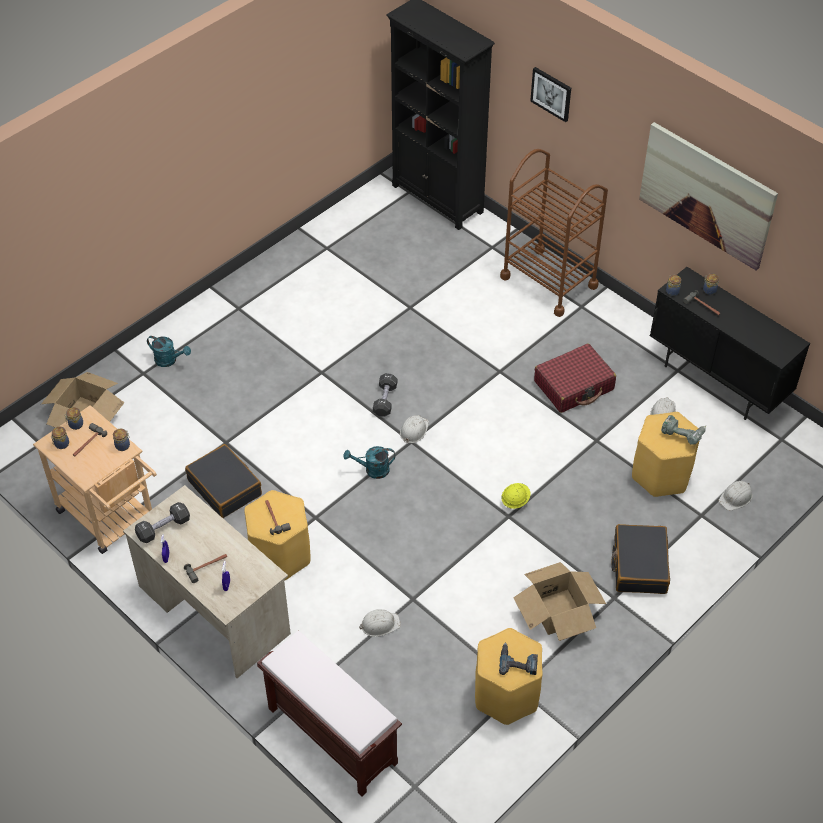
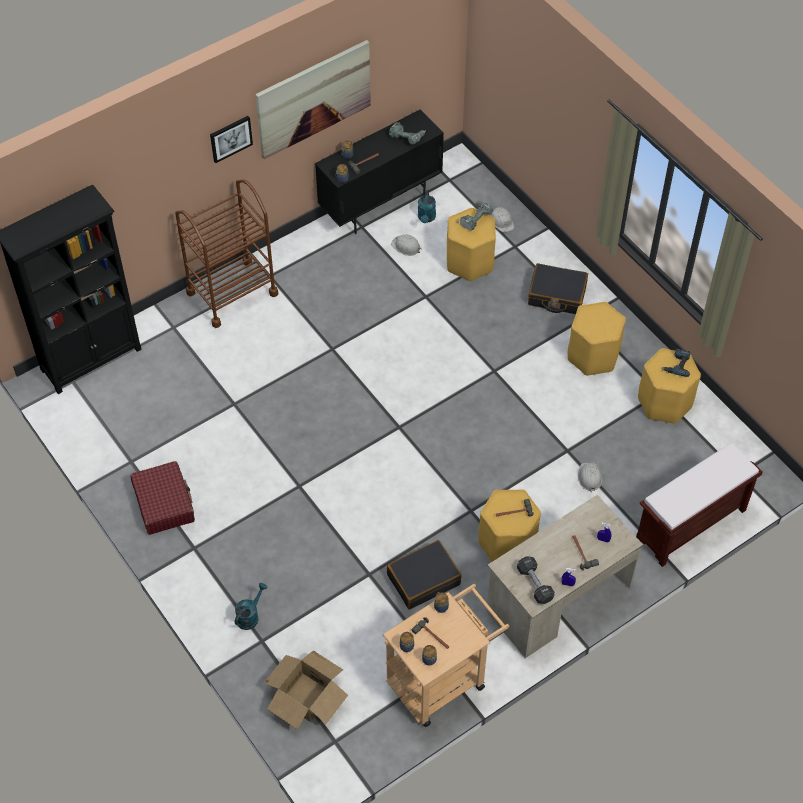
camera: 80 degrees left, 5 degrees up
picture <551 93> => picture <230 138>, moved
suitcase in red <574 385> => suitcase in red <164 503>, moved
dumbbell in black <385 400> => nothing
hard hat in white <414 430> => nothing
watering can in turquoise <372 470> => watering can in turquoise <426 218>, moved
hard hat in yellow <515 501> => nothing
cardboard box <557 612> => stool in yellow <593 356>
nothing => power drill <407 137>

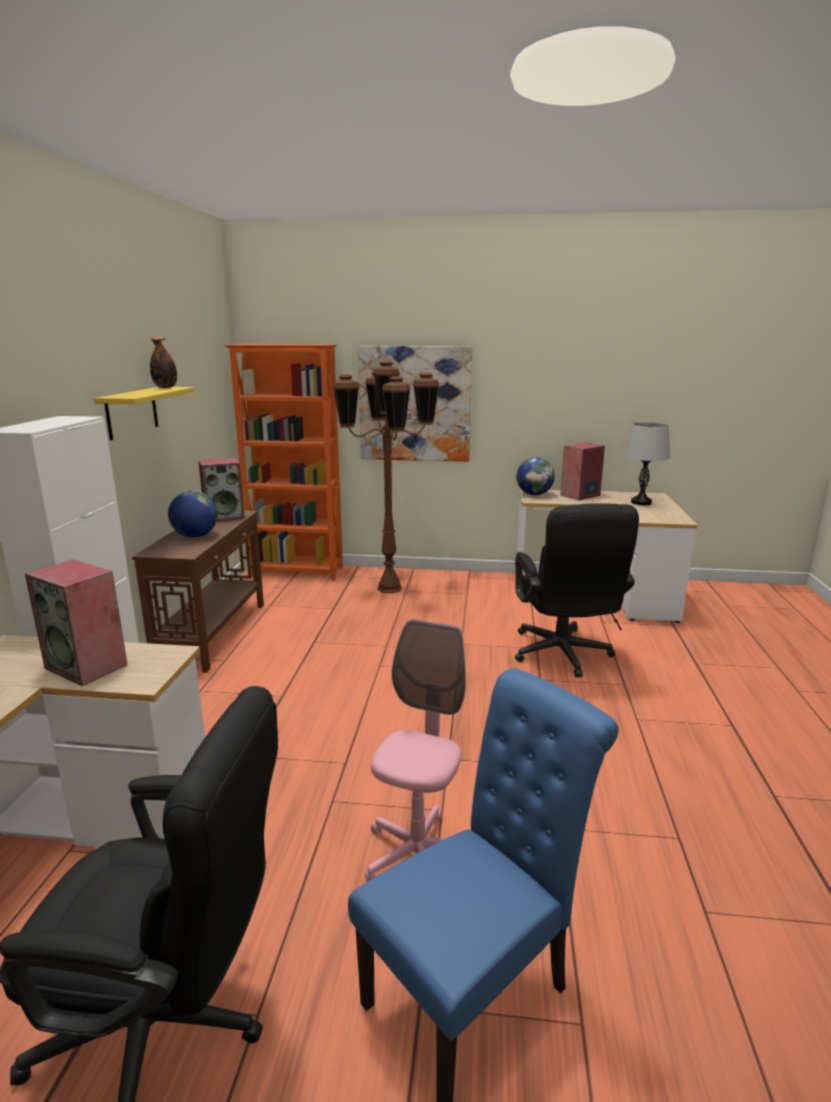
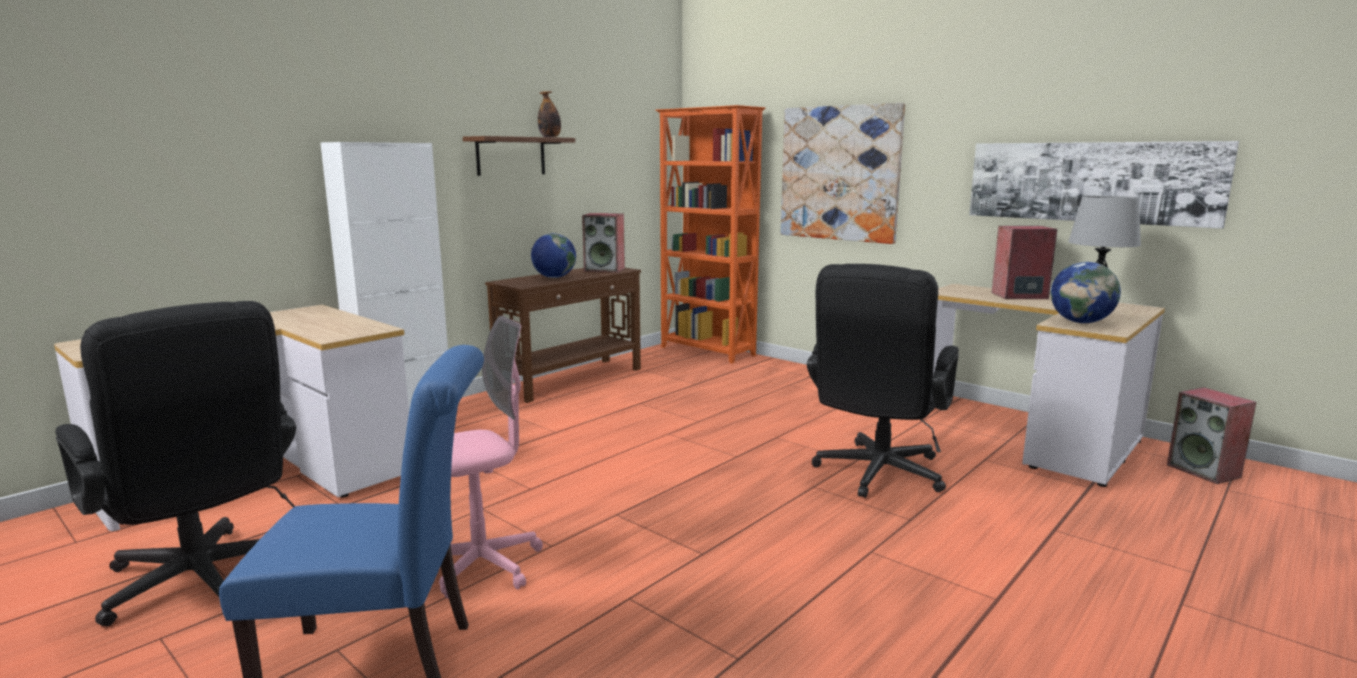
camera: 35 degrees right, 5 degrees down
floor lamp in brown <389 588> => nothing
shelf in yellow <132 412> => shelf in brown <511 156>
globe <534 494> => globe <1081 322>, moved
speaker <88 666> => speaker <1204 471>, moved
nothing => picture <1090 182>

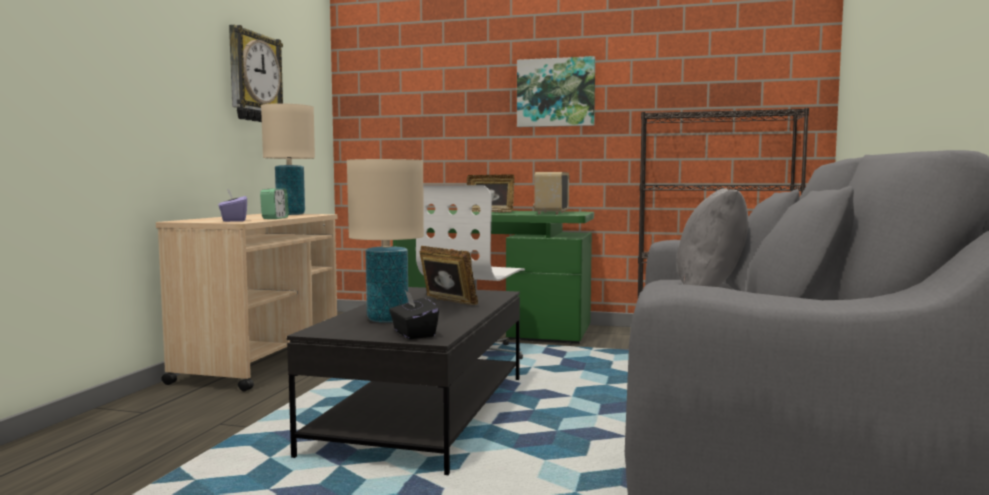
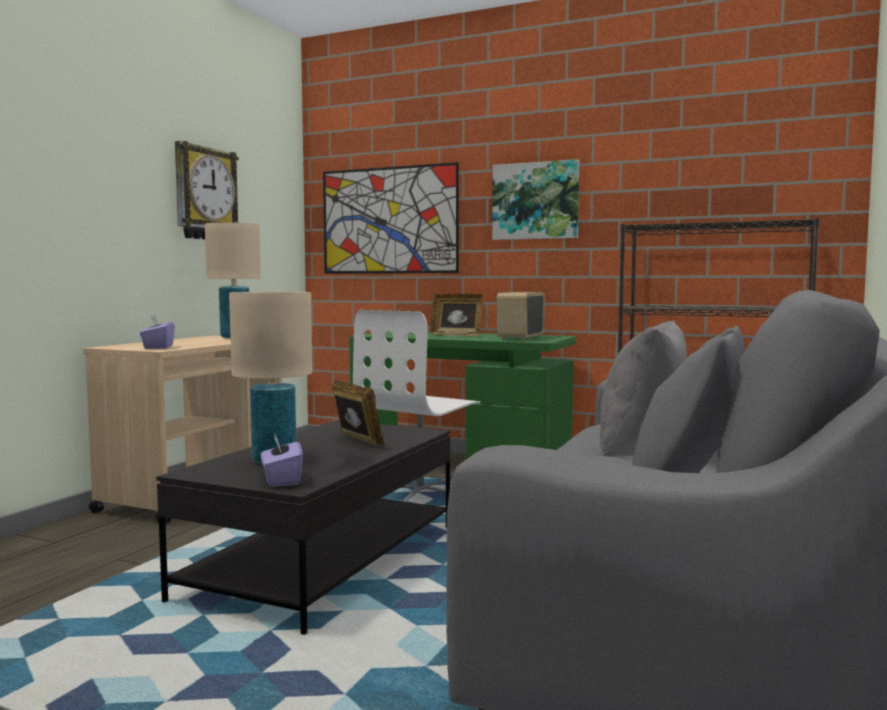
camera: 10 degrees right, 0 degrees up
alarm clock <275 218> => nothing
tissue box in black <413 334> => tissue box in purple <281 480>
nothing => picture <389 220>

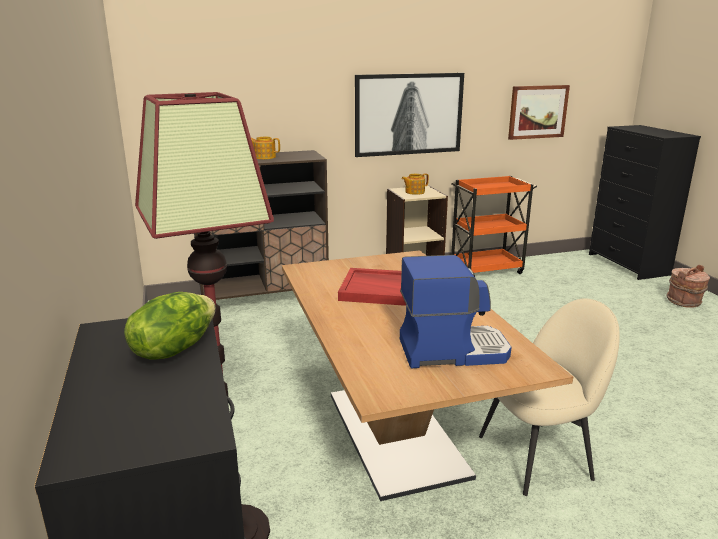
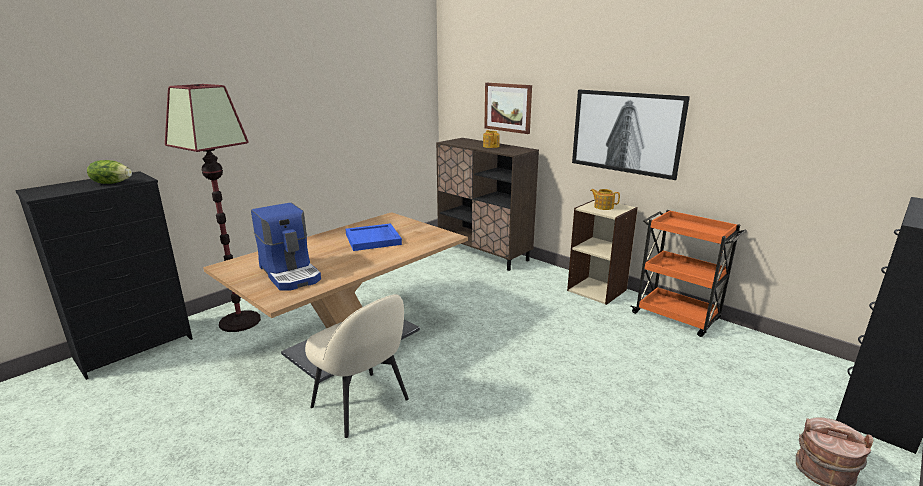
camera: 60 degrees right, 0 degrees up
picture <537 112> => picture <508 107>, moved
tray in red <377 289> => tray in blue <373 239>

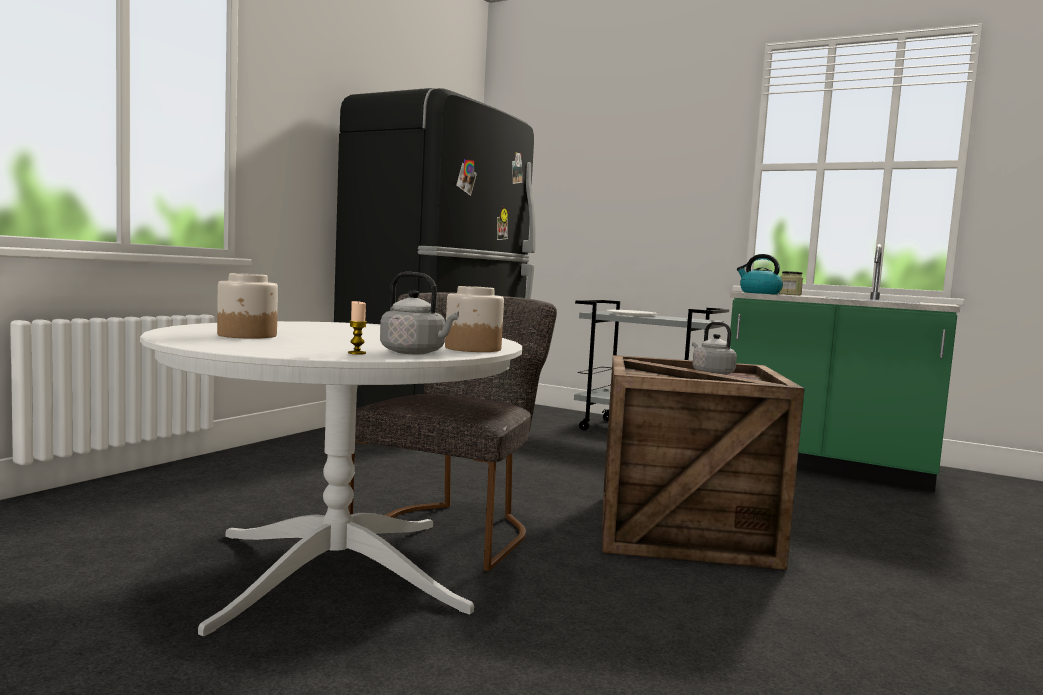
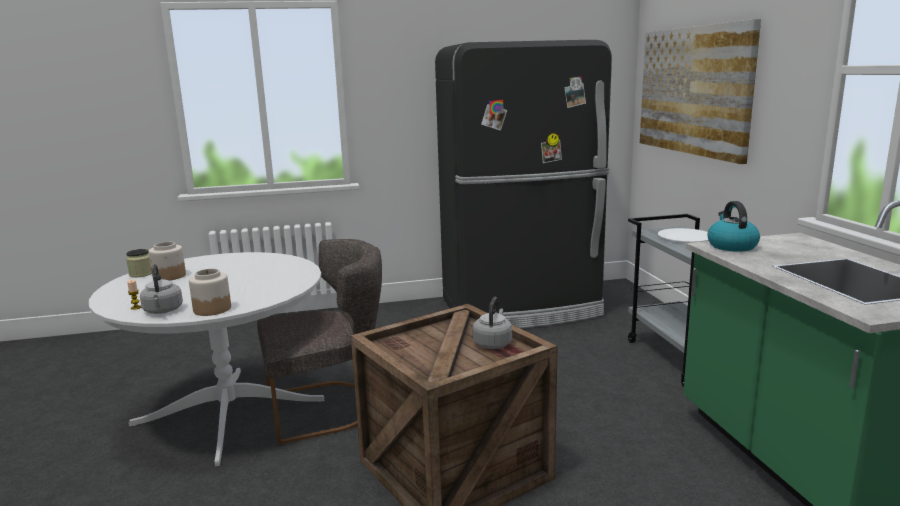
camera: 50 degrees right, 10 degrees up
jar <790 294> => jar <141 274>, moved
nothing => picture <693 90>

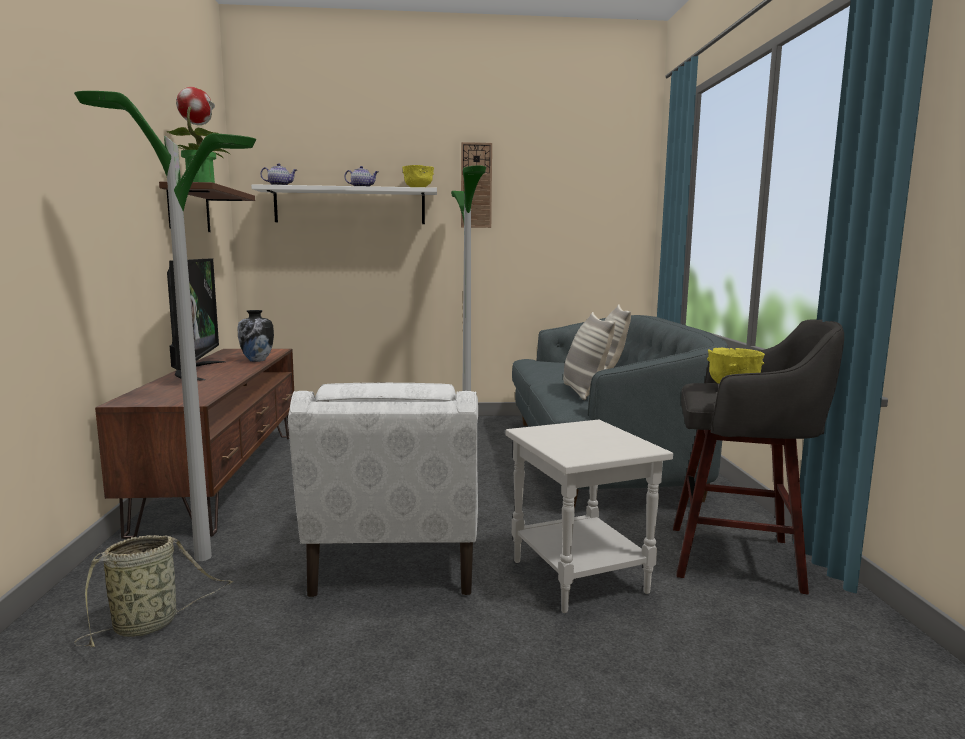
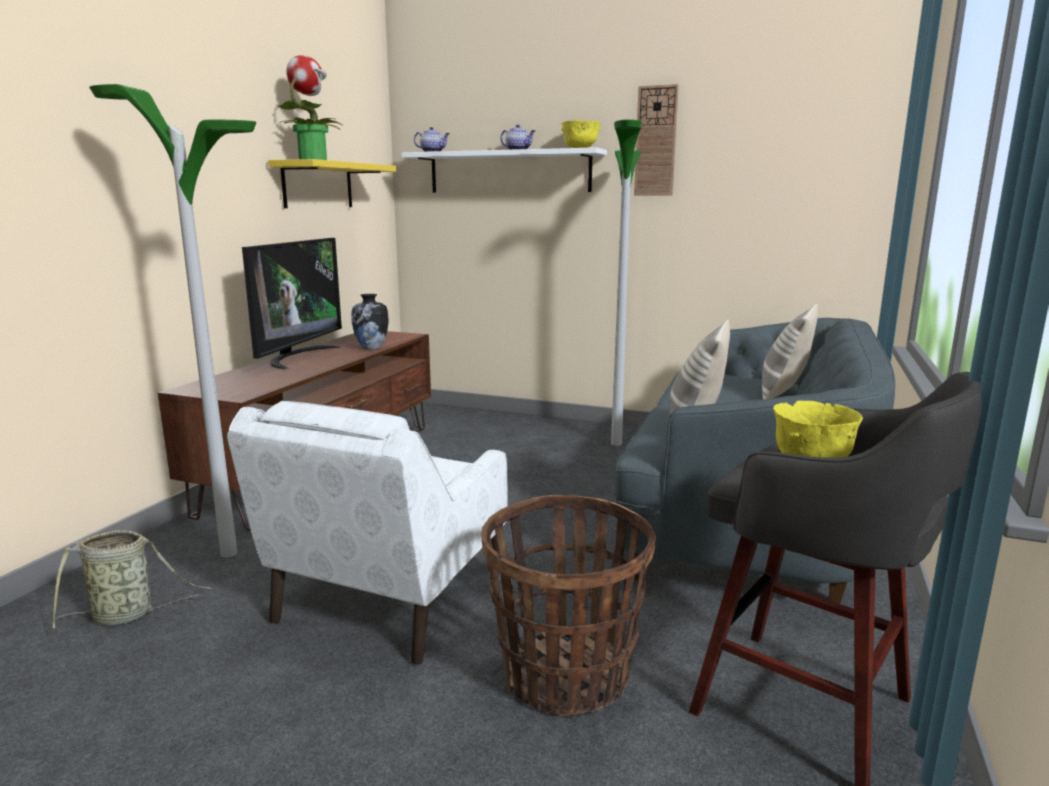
camera: 25 degrees right, 5 degrees up
shelf in brown <189 209> => shelf in yellow <318 185>
side table in white <581 577> => basket <565 676>

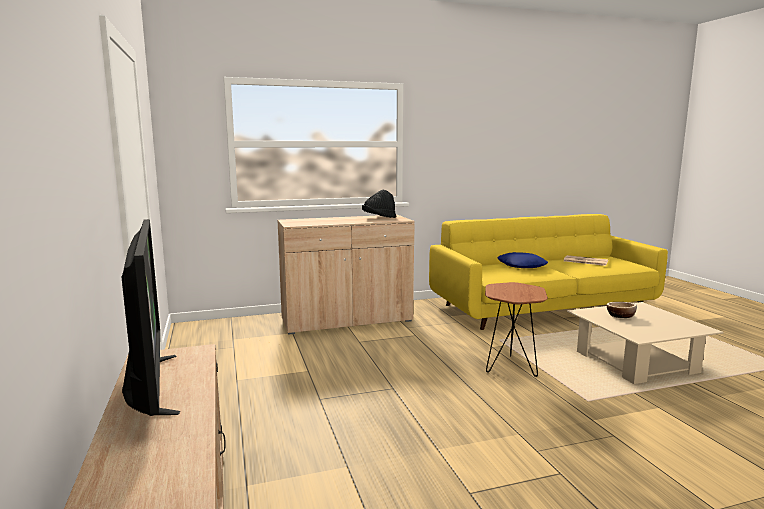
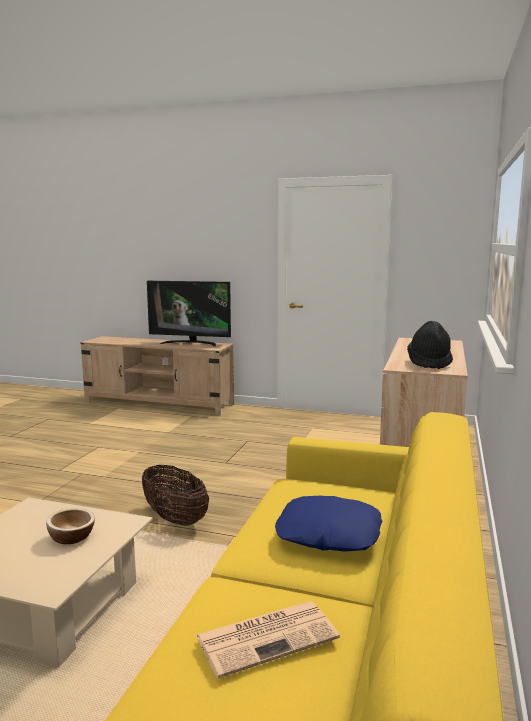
camera: 125 degrees right, 0 degrees up
side table in brown <511 369> => basket <175 519>

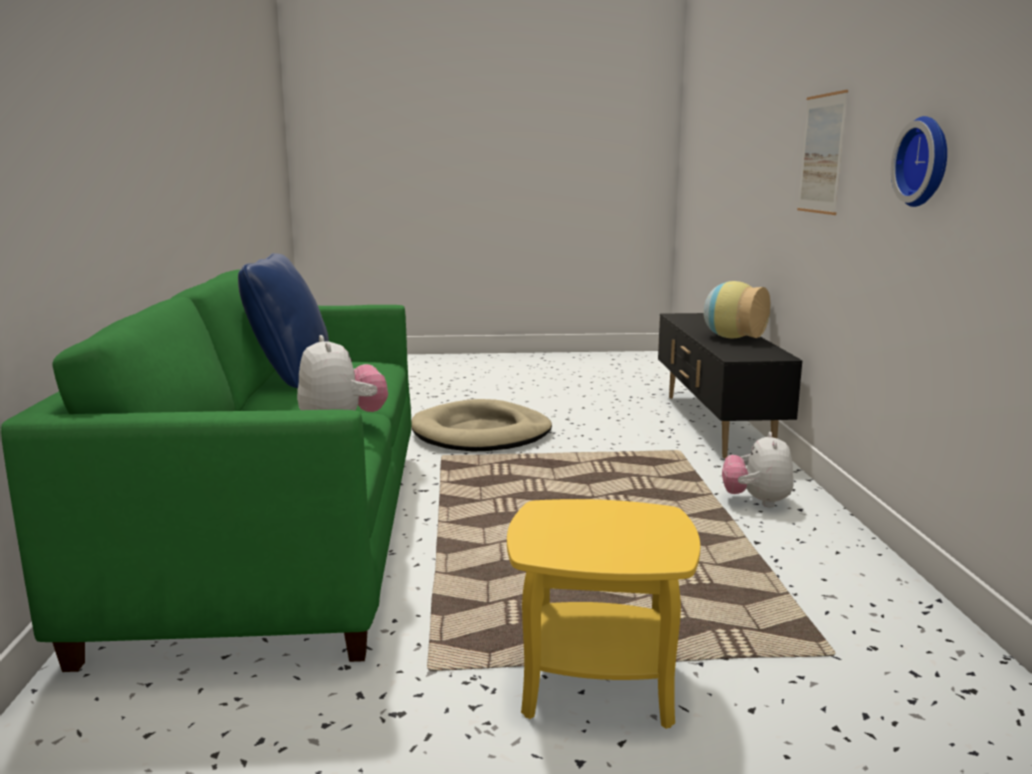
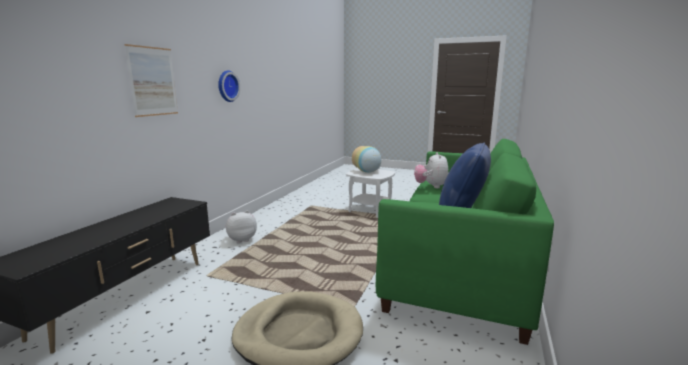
camera: 155 degrees left, 0 degrees up
vase <732 337> => vase <367 172>, moved
plush toy <756 501> => plush toy <241 240>, 150 degrees counterclockwise
side table in yellow <599 682> => side table in white <370 210>

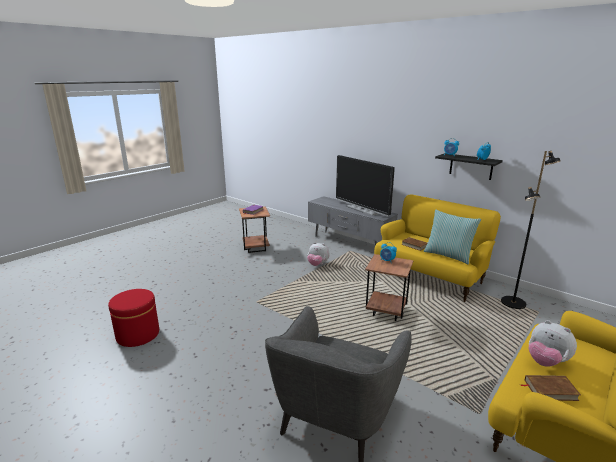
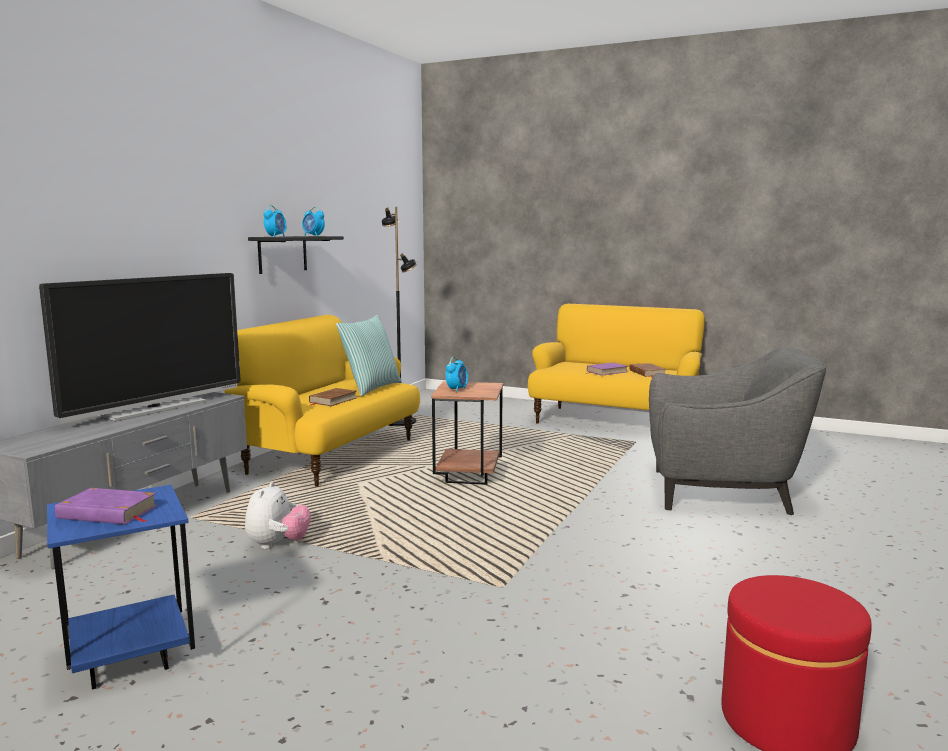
camera: 105 degrees left, 10 degrees down
side table in brown <255 248> => side table in blue <129 661>
plush toy <546 362> => book in purple <607 371>

